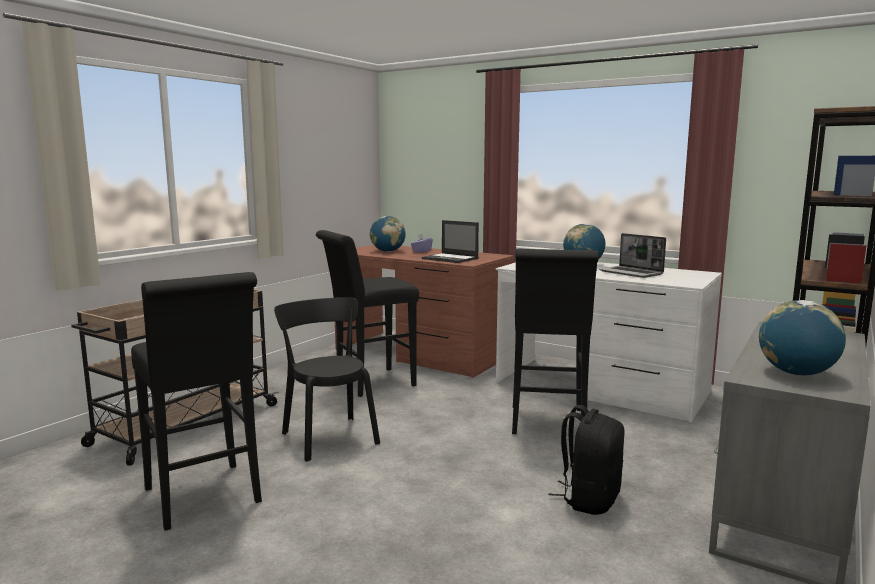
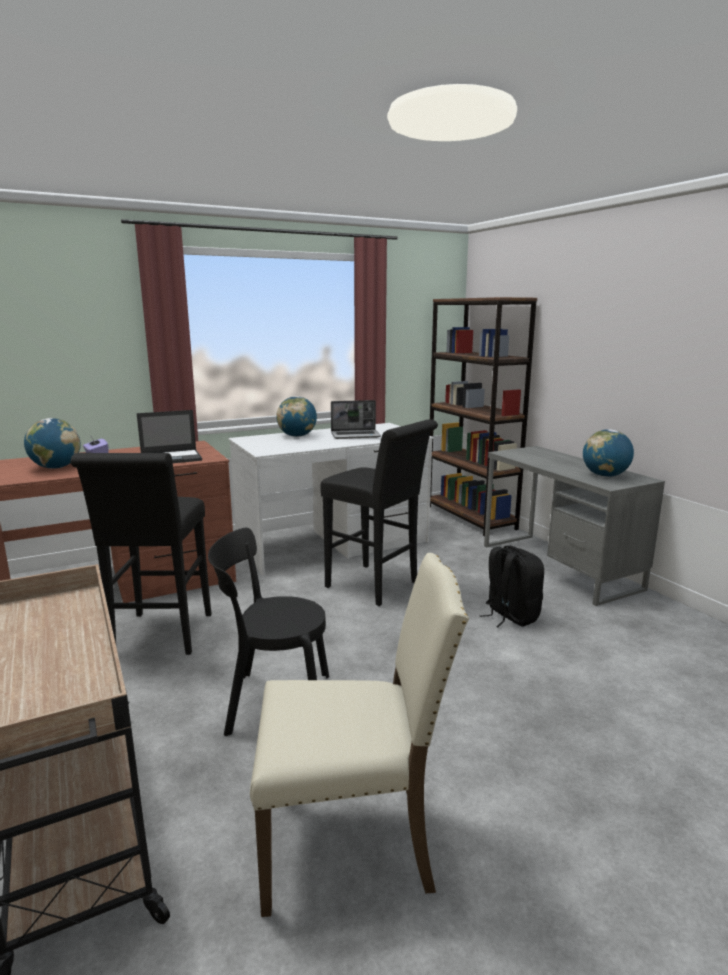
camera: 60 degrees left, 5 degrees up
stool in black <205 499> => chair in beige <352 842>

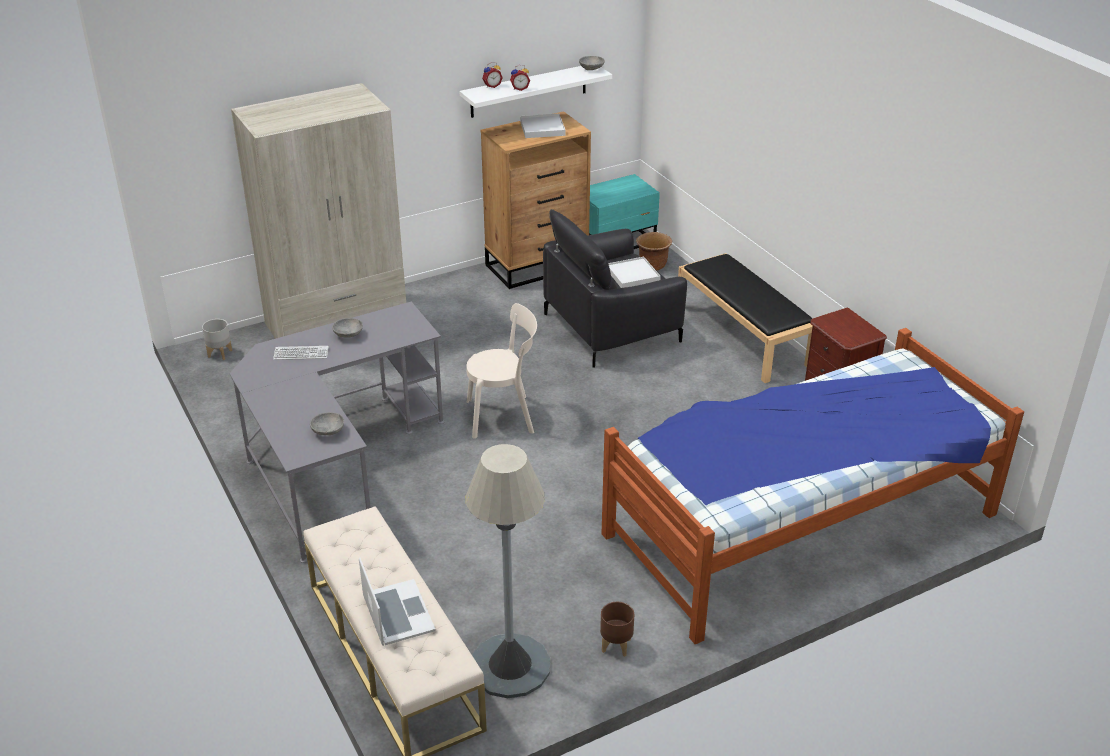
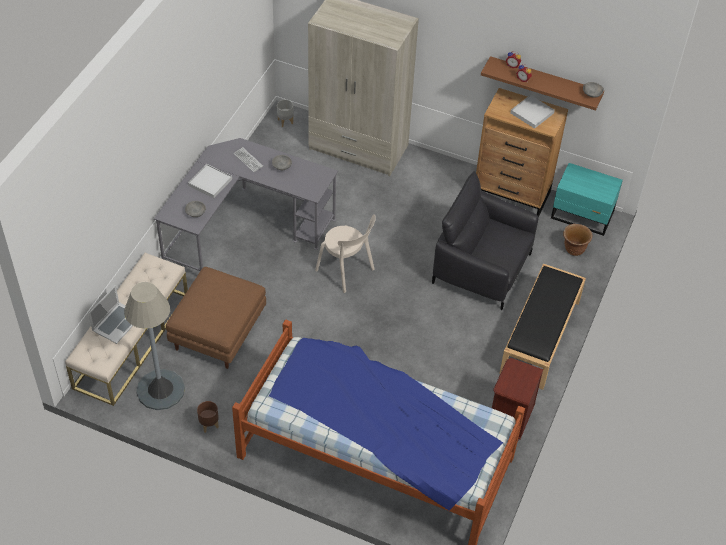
camera: 50 degrees right, 15 degrees up
shelf in white <528 90> => shelf in brown <544 82>
tray in white <632 275> => tray in white <210 182>, moved
nothing => ottoman in brown <218 330>

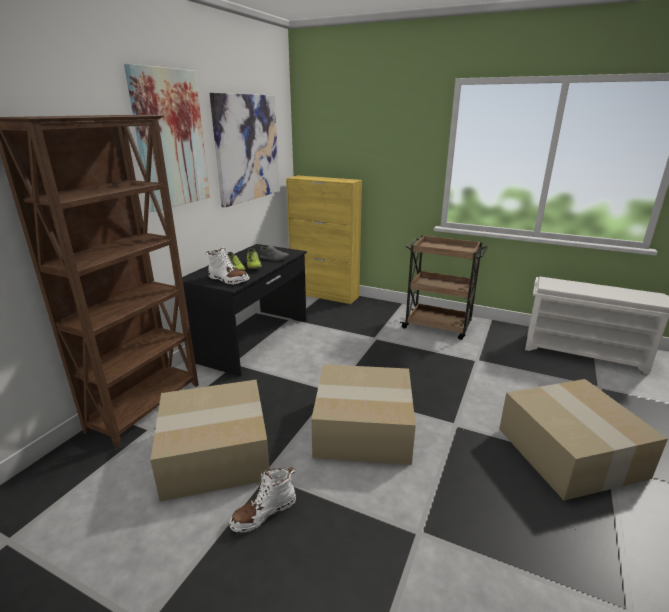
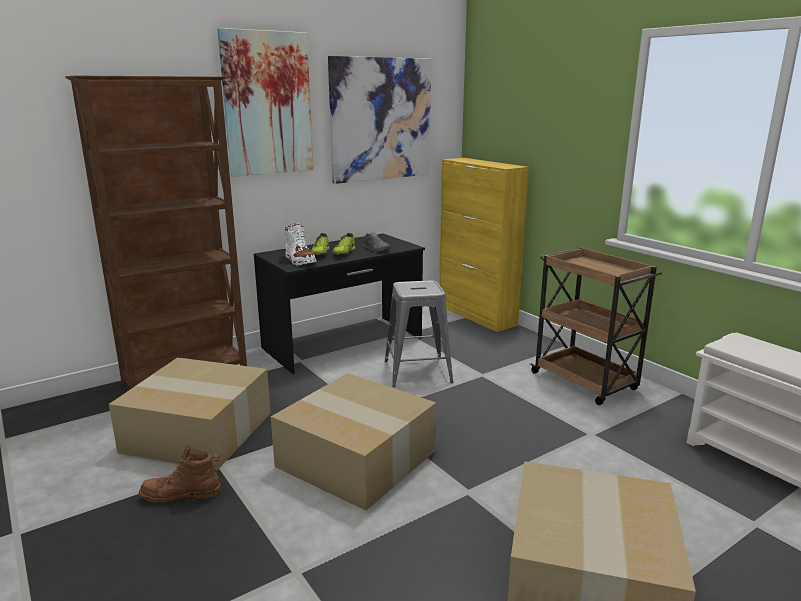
camera: 30 degrees right, 5 degrees down
boot in white <264 513> => boot in brown <181 494>
nothing => stool in grey <418 371>

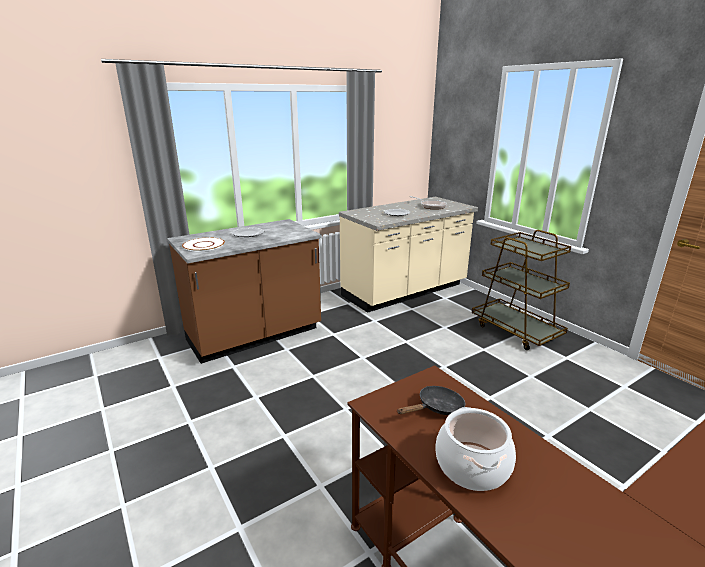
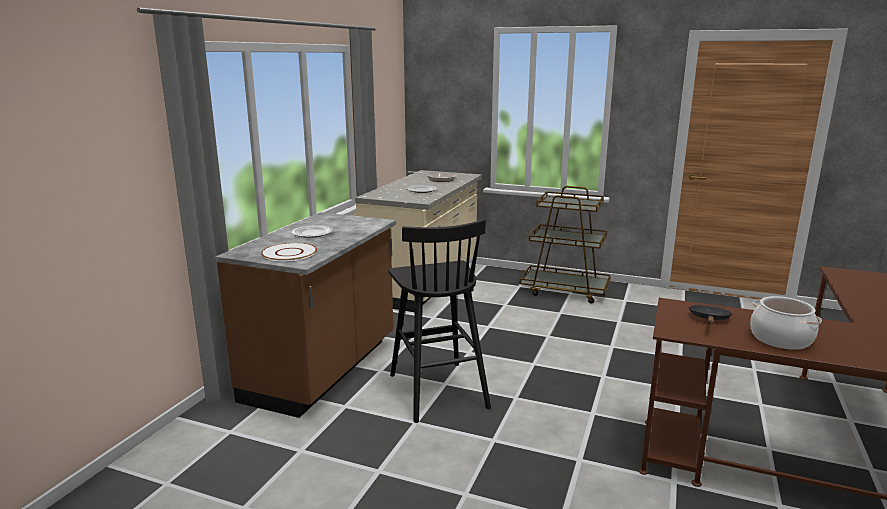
camera: 35 degrees left, 5 degrees down
nothing => stool in black <437 390>

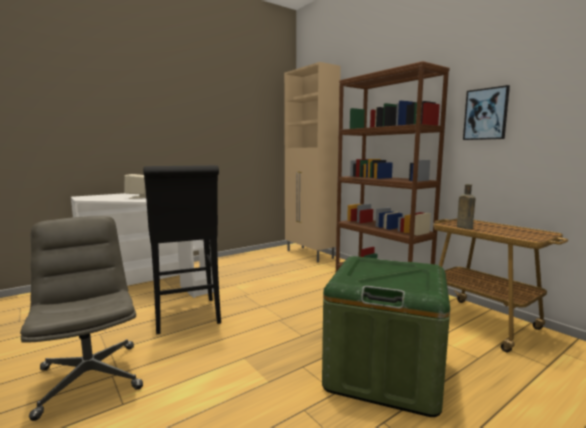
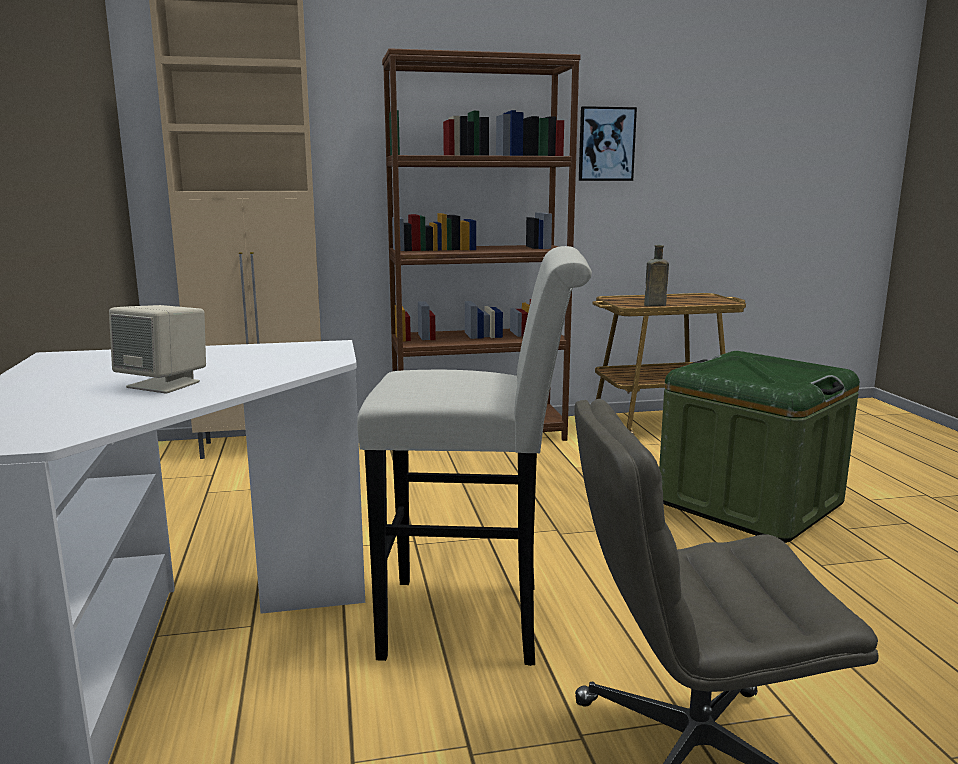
camera: 65 degrees left, 5 degrees up
stool in black <187 318> => stool in white <477 621>

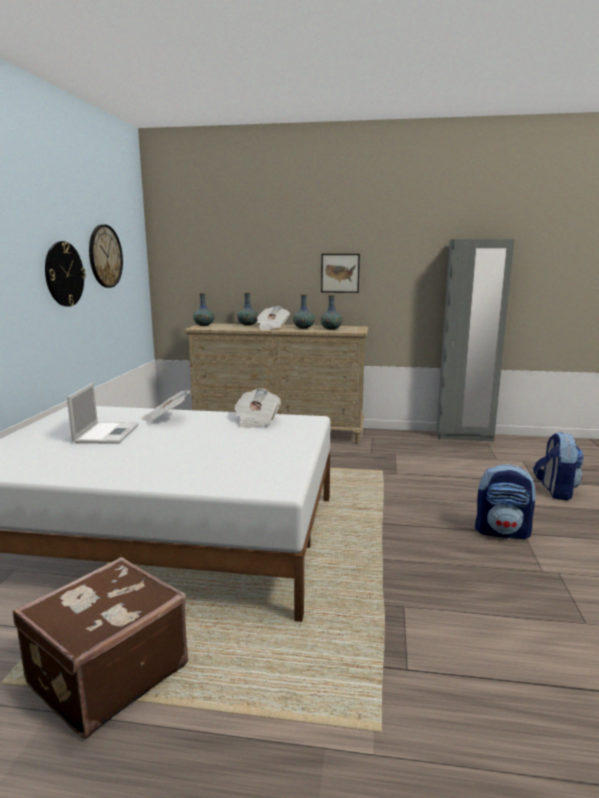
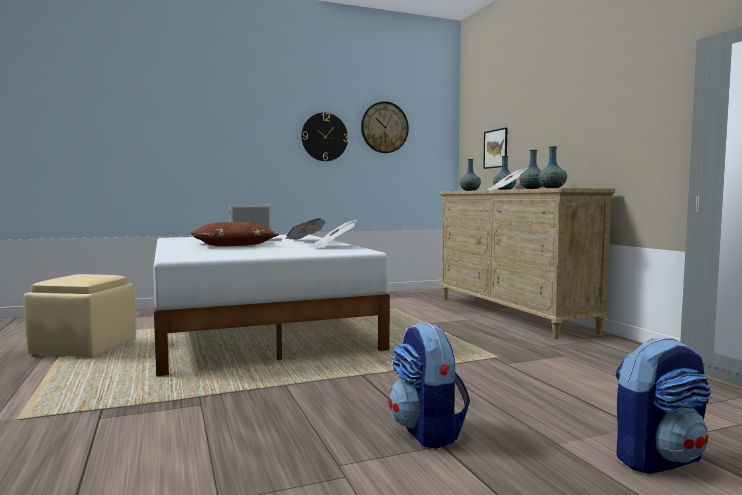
camera: 60 degrees right, 10 degrees down
picture <340 273> => picture <495 148>, moved
suitcase in brown <106 674> => ottoman in beige <83 348>
nothing => pillow in brown <233 245>

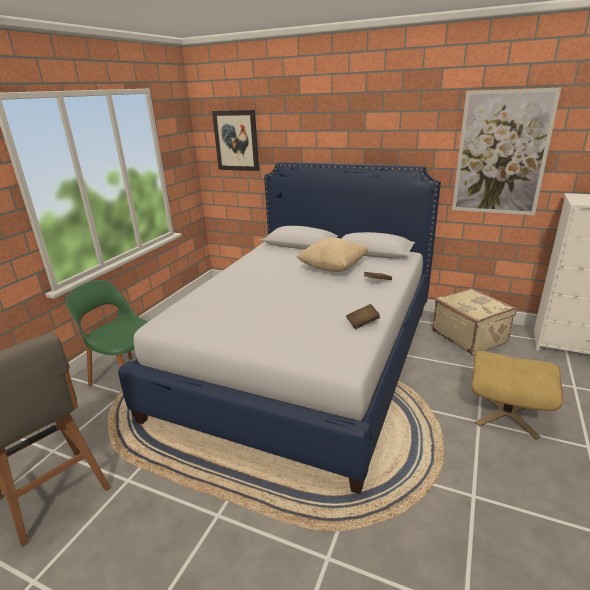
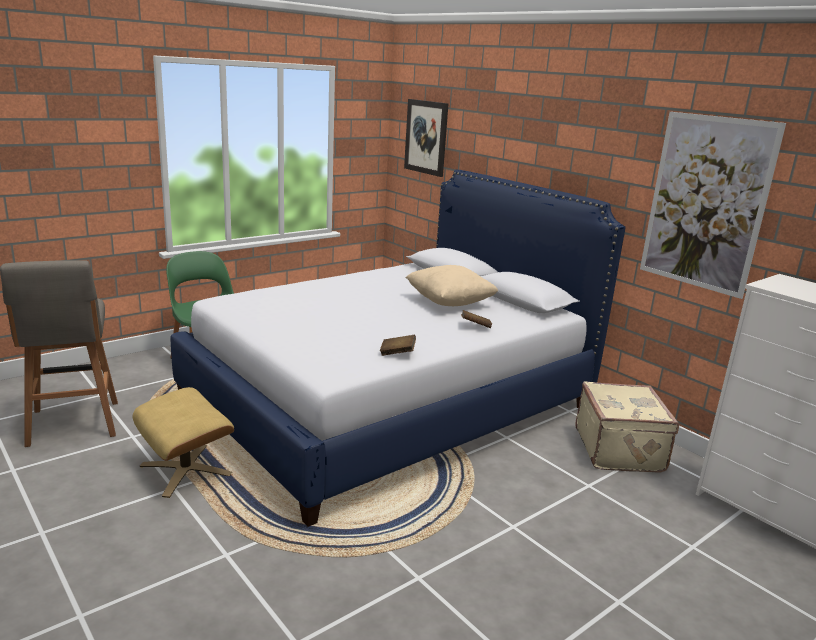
camera: 25 degrees right, 5 degrees down
ottoman in beige <506 413> => ottoman in beige <186 470>, moved

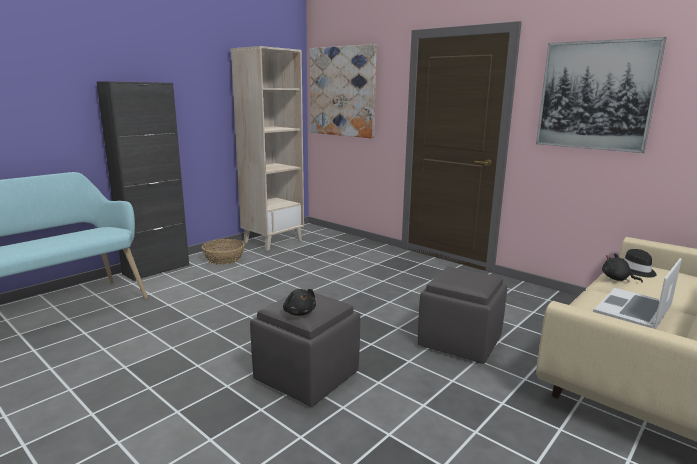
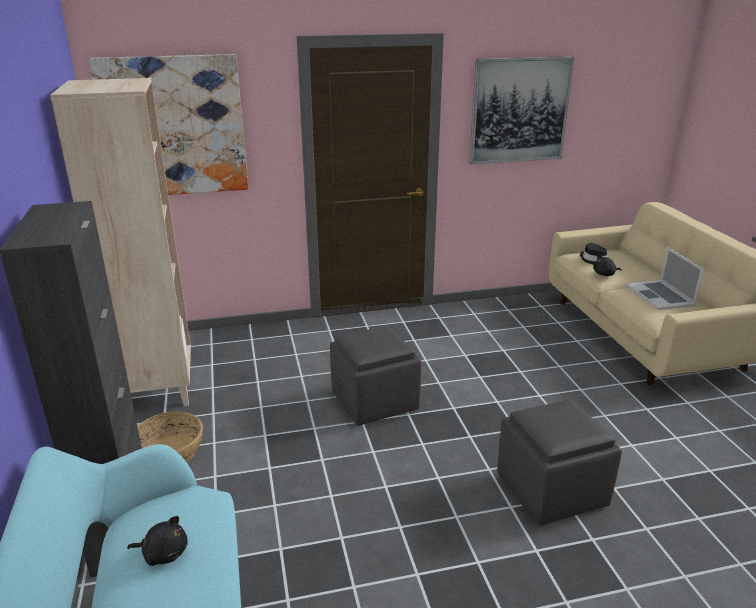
camera: 55 degrees left, 10 degrees up
ottoman in grey <461 341> => ottoman in grey <375 401>, moved
plush toy in black <299 312> => plush toy in black <163 553>, moved

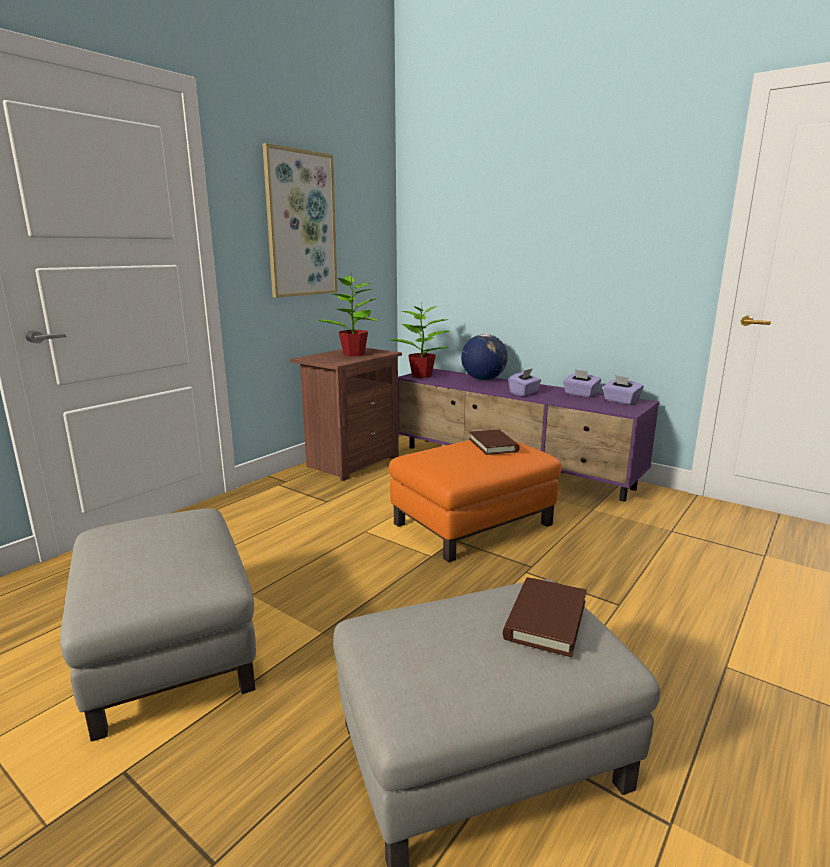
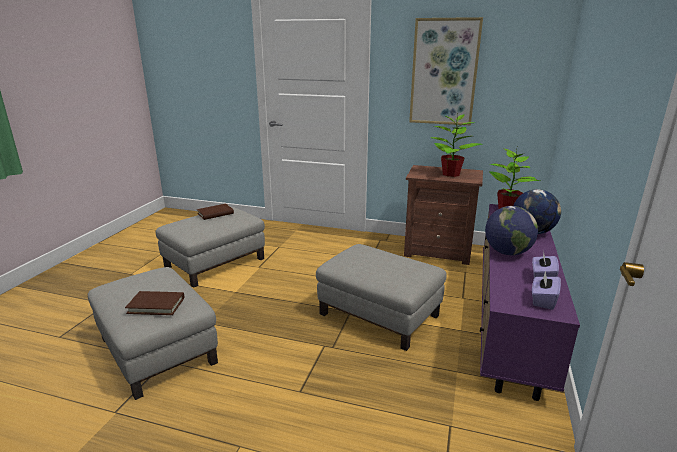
camera: 70 degrees right, 5 degrees up
tissue box in purple <524 393> => globe <507 252>
book in brown <493 445> => book in brown <215 214>, moved
ottoman in orange <472 523> => ottoman in grey <379 314>

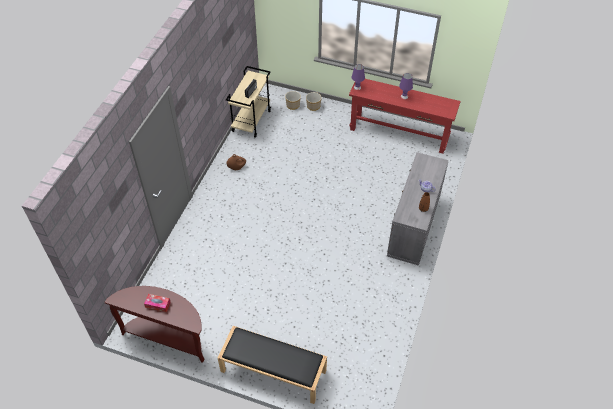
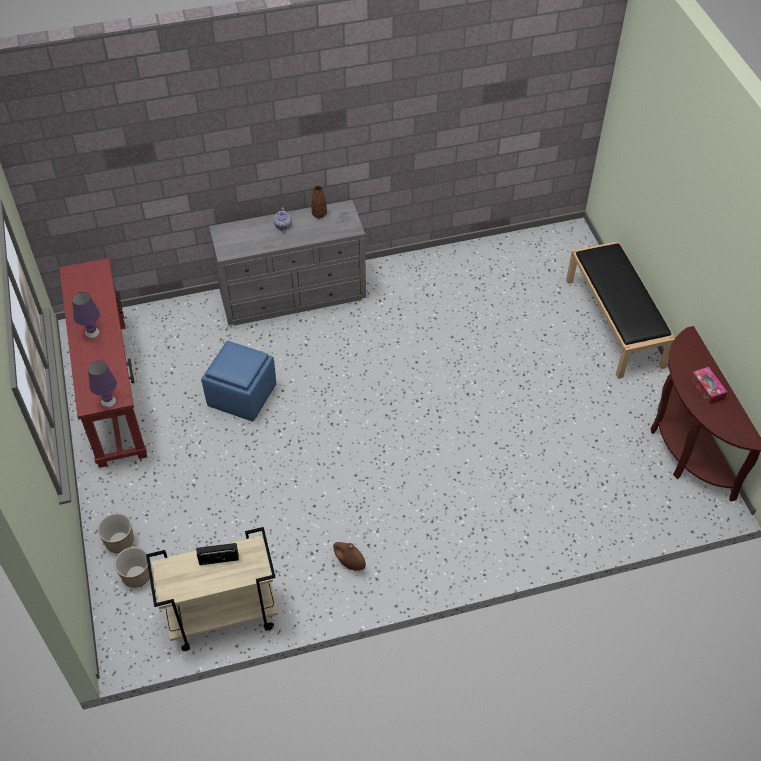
camera: 125 degrees left, 0 degrees up
nothing => ottoman in blue <241 395>

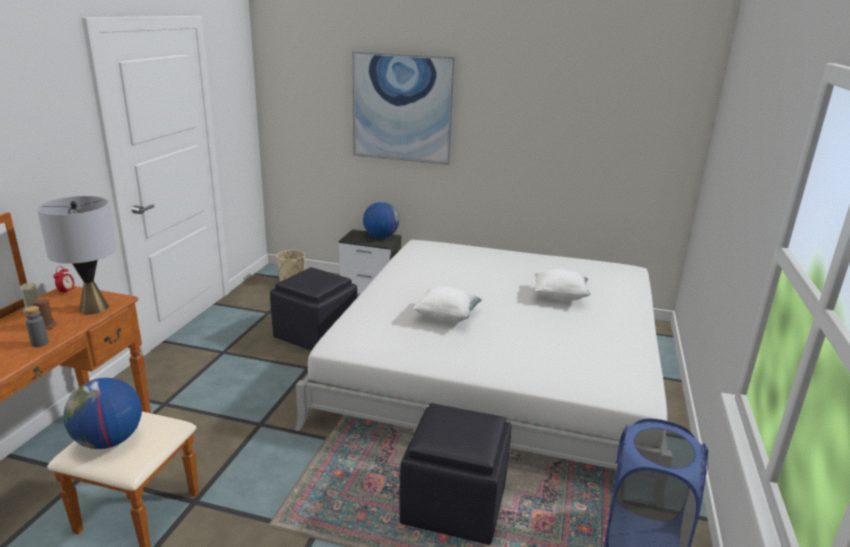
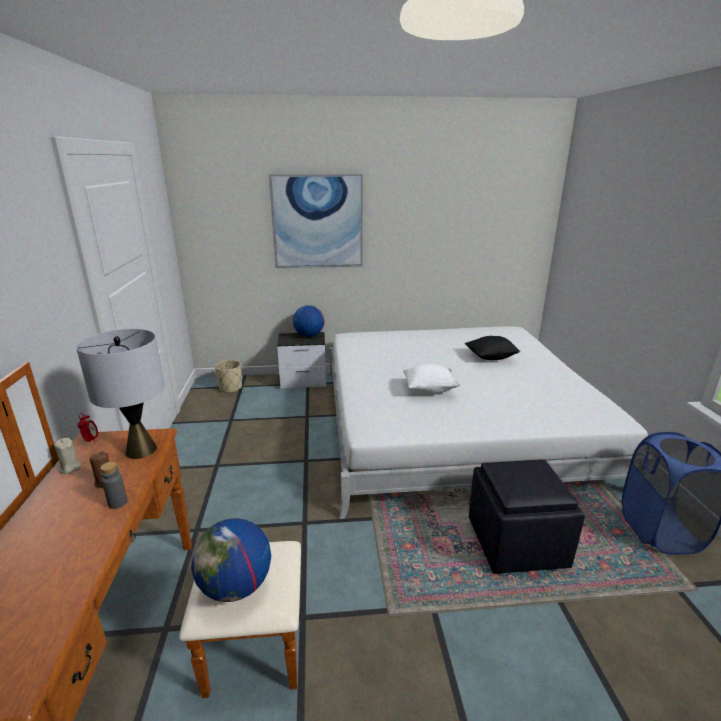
camera: 20 degrees left, 0 degrees up
ottoman in black <317 335> => nothing
pillow in white <560 297> => pillow in black <491 357>

